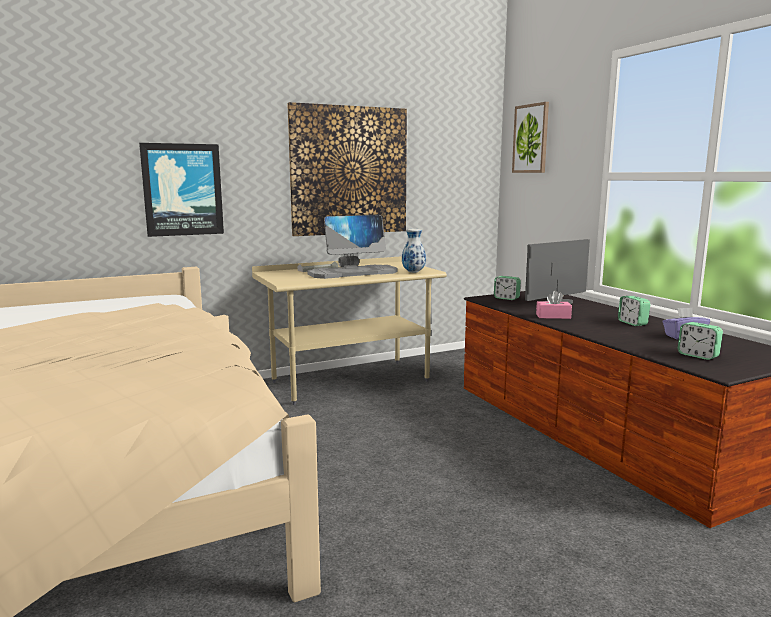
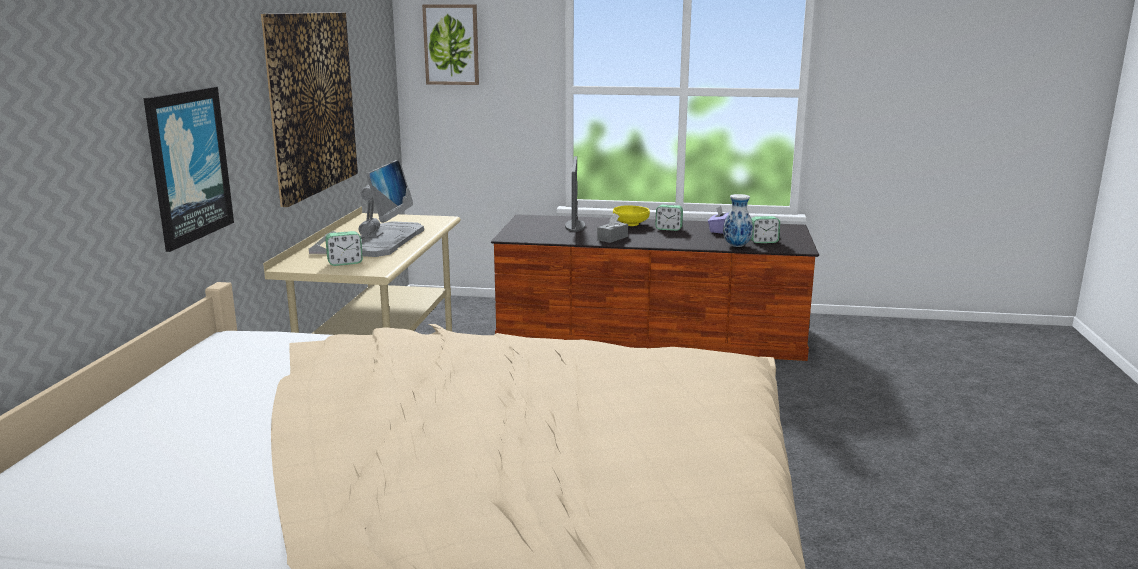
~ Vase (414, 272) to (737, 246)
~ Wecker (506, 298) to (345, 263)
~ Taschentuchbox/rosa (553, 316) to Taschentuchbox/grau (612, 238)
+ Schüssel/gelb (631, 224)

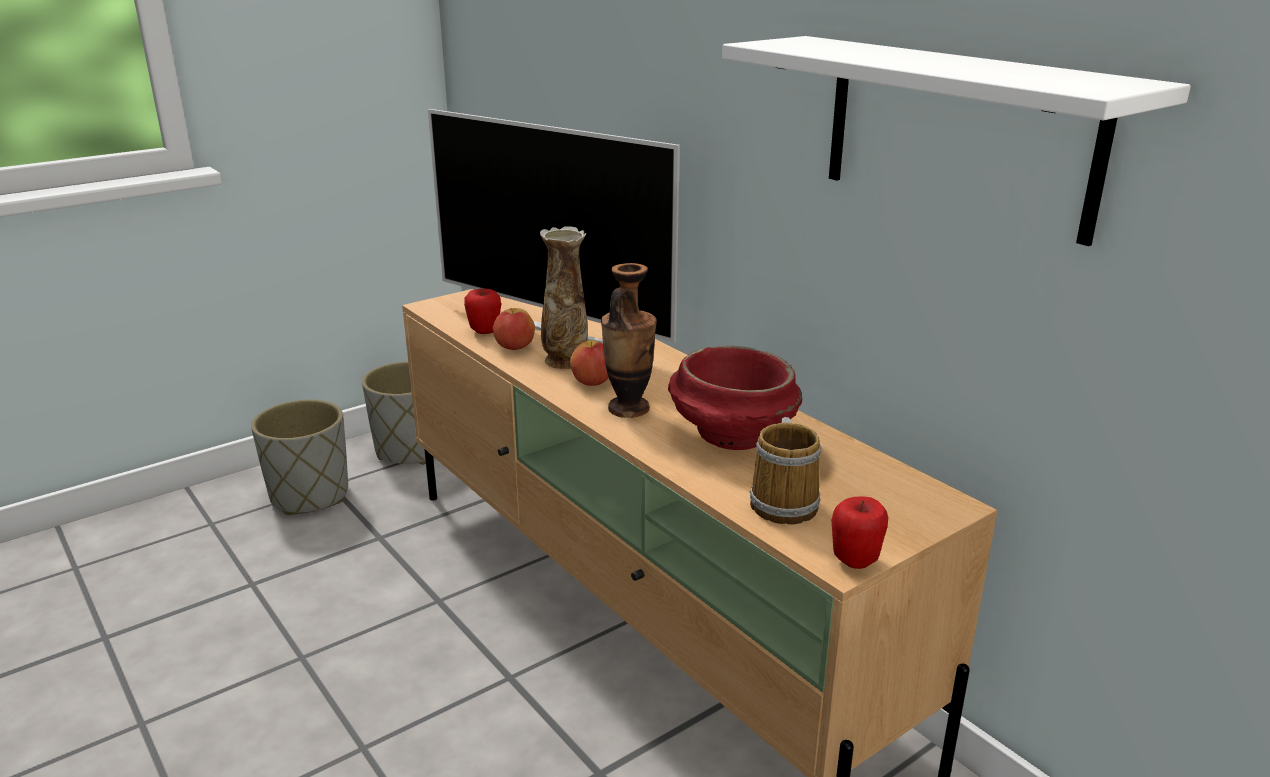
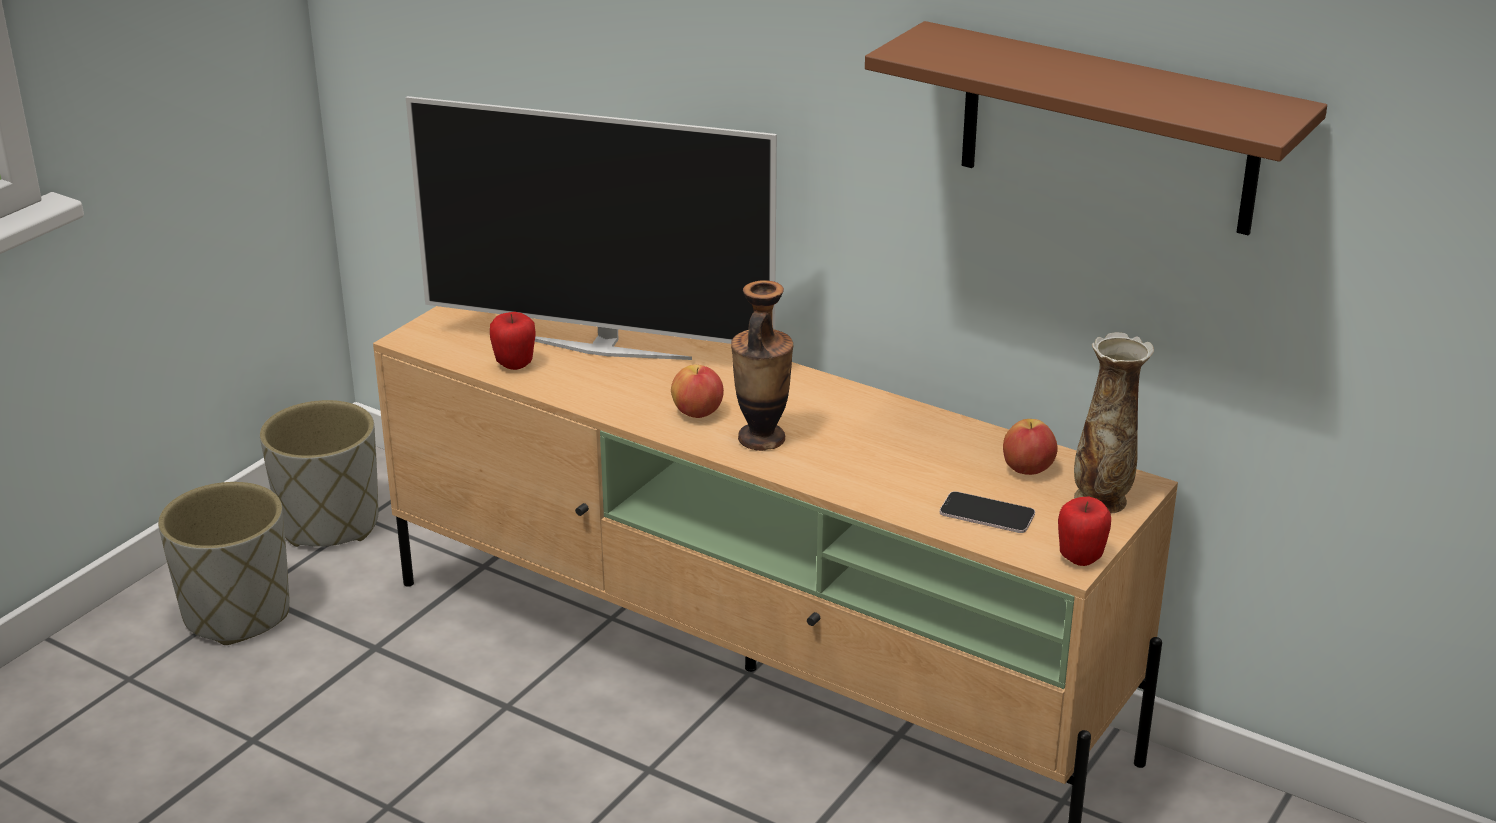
~ Wandregal/weiß (957, 134) to Wandregal/braun (1108, 130)
~ Vase (565, 361) to (1102, 500)
~ Apfel (515, 347) to (1027, 469)
- Schüssel/rot (731, 434)
~ Henkelbecher (786, 503) to Handy (987, 514)

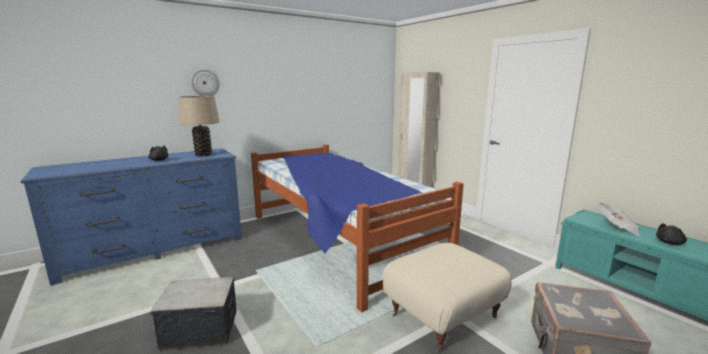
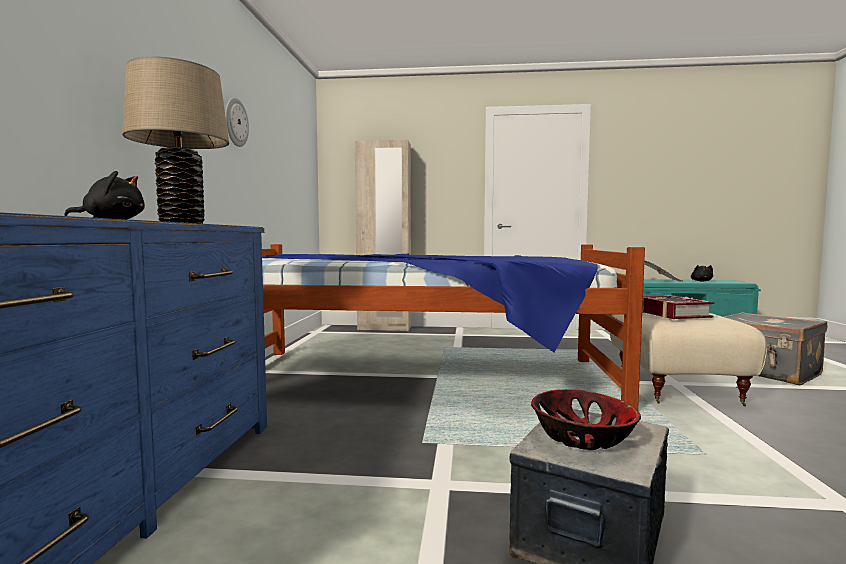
~ Wanduhr (205, 83) to (235, 122)
+ Buch (671, 314)
+ Schüssel (583, 437)

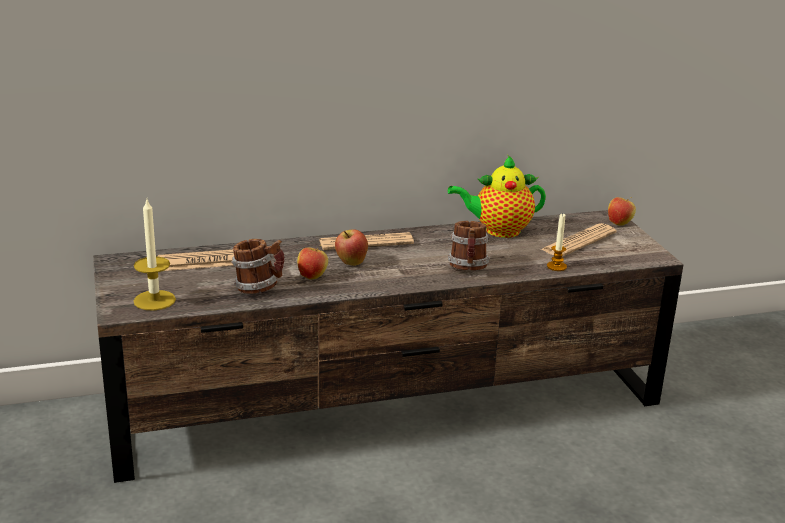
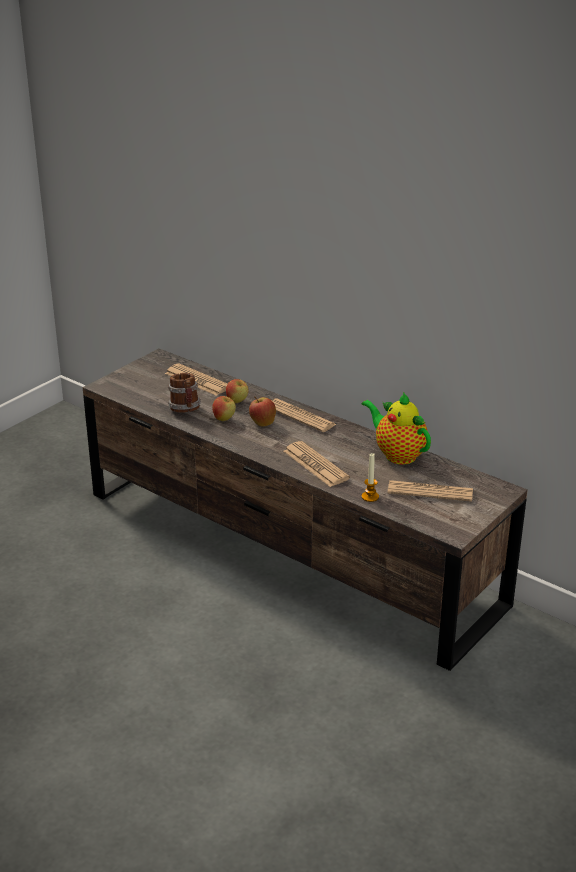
~ Apfel (619, 223) to (237, 402)
- Kerze (154, 300)
~ Henkelbecher (468, 268) to Zeitung (315, 465)

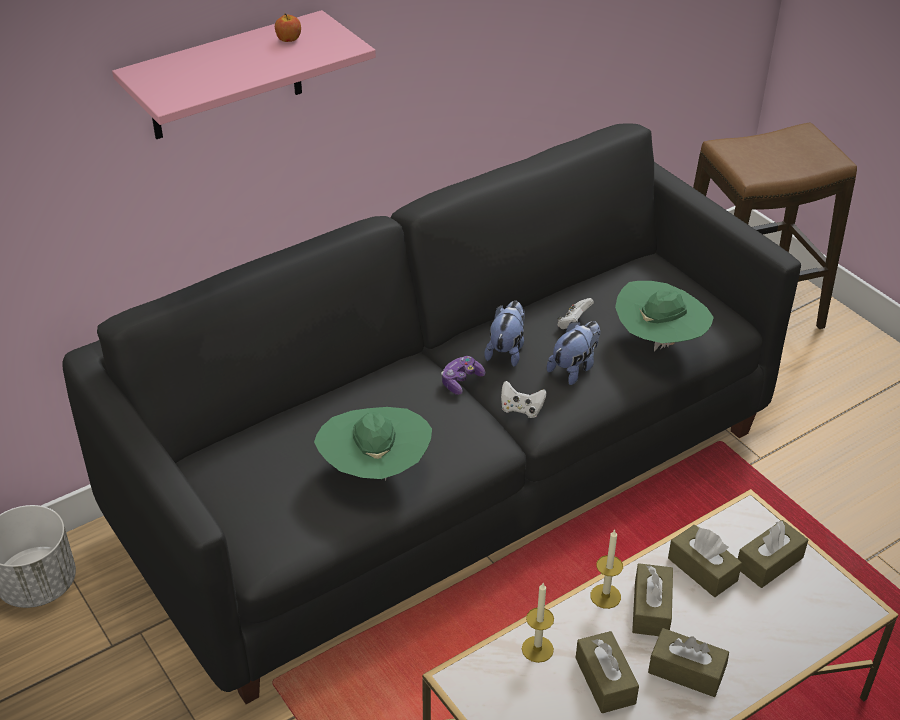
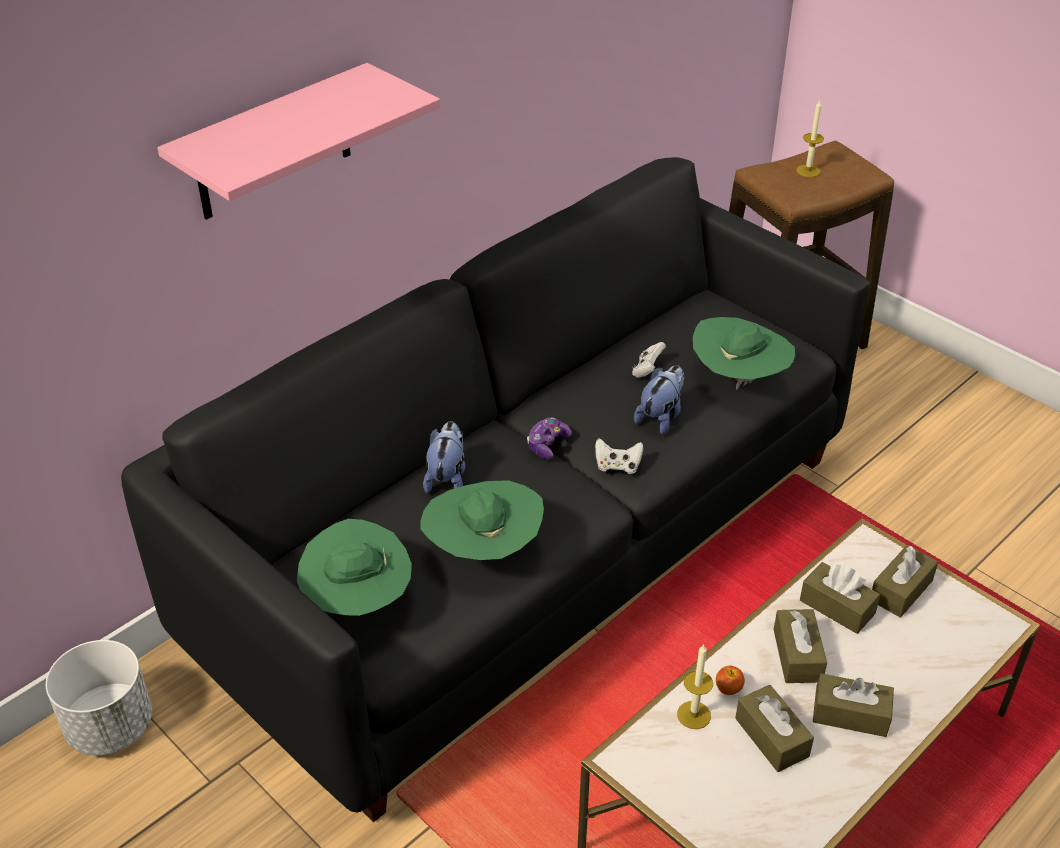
~ Apfel (288, 39) to (728, 688)
~ Plüschtier (507, 350) to (447, 478)
~ Kerze (605, 596) to (808, 171)
+ Hut/grün (358, 602)

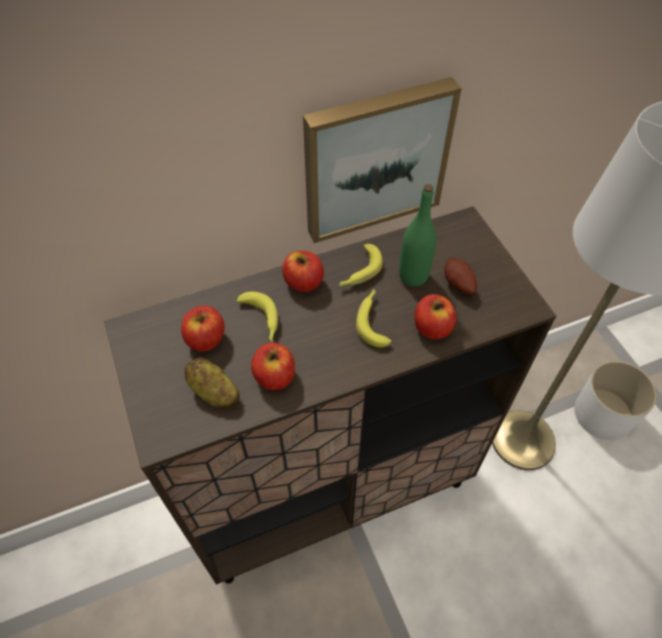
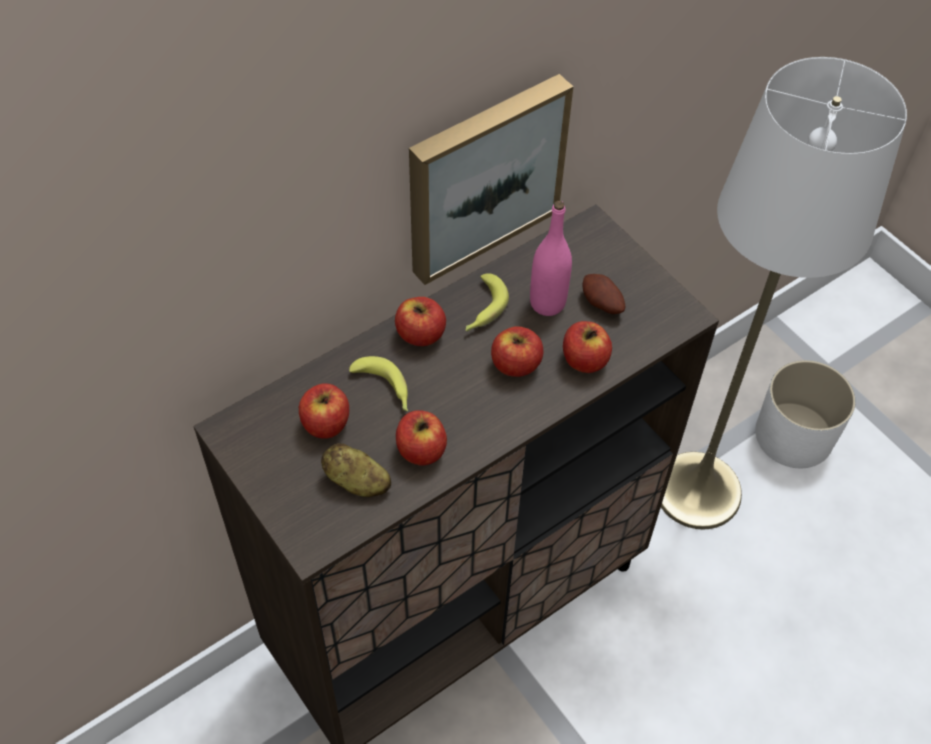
~ Flasche/grün (413, 276) to Flasche/rosa (547, 303)
~ Banane (373, 320) to Apfel (515, 364)

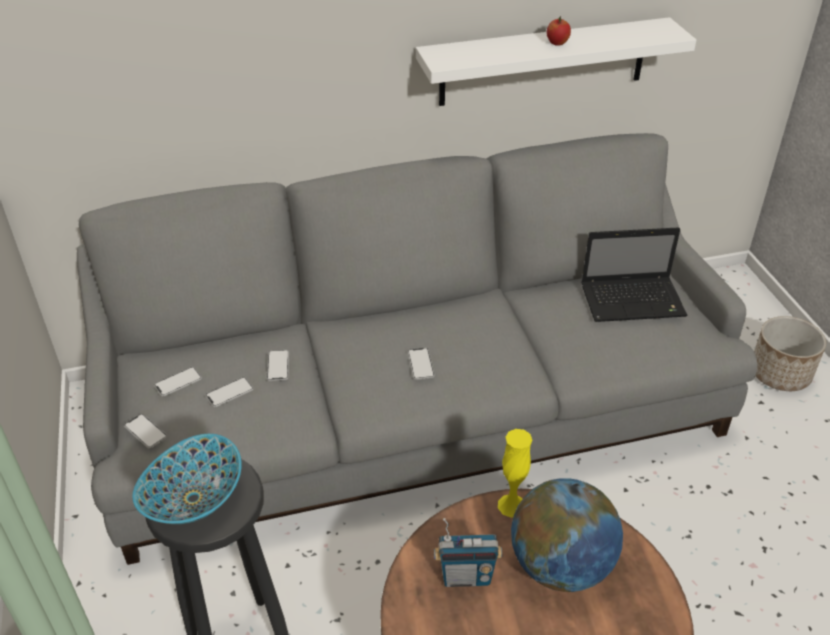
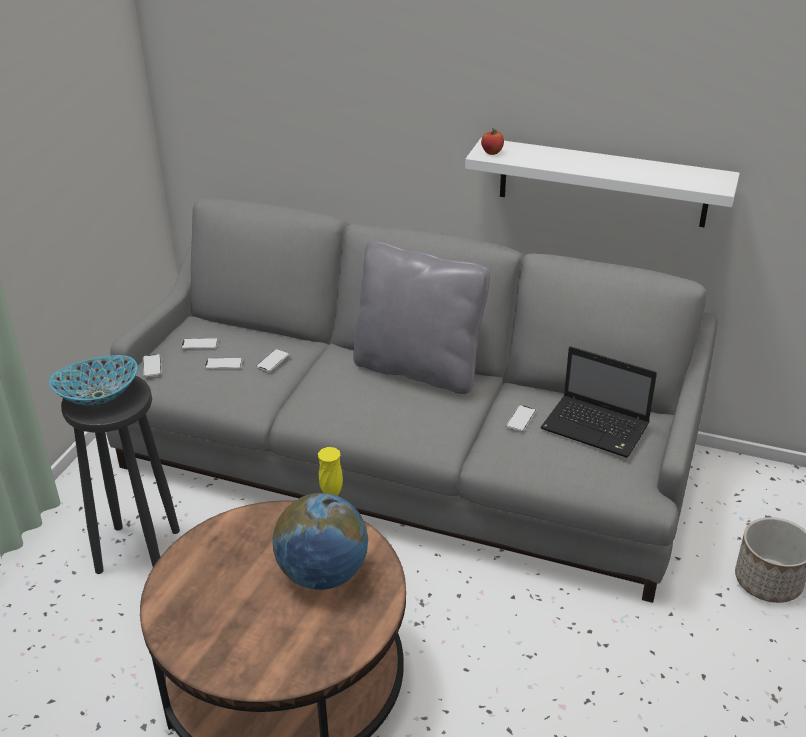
~ Apfel (557, 43) to (492, 152)
~ Handy (421, 364) to (521, 419)
- Radio (466, 576)
+ Kissen/grau (418, 369)

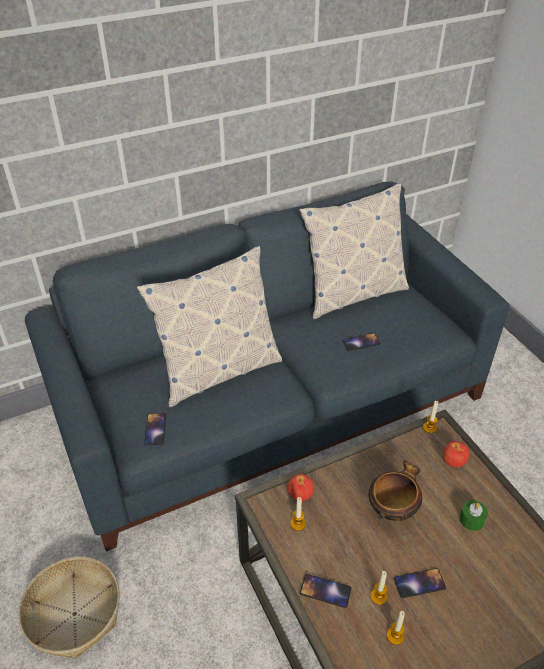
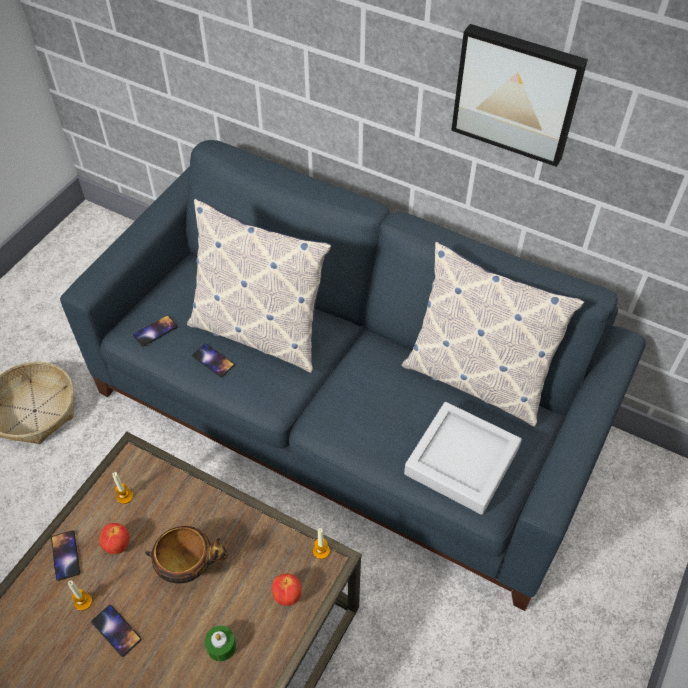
~ Handy (361, 342) to (213, 360)
~ Apfel (300, 496) to (117, 545)
- Kerze (395, 636)
+ Bild (517, 93)
+ Tablett/grau (461, 461)

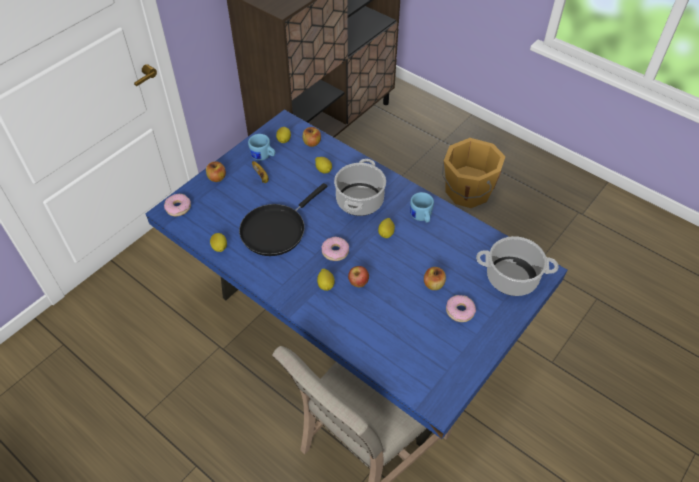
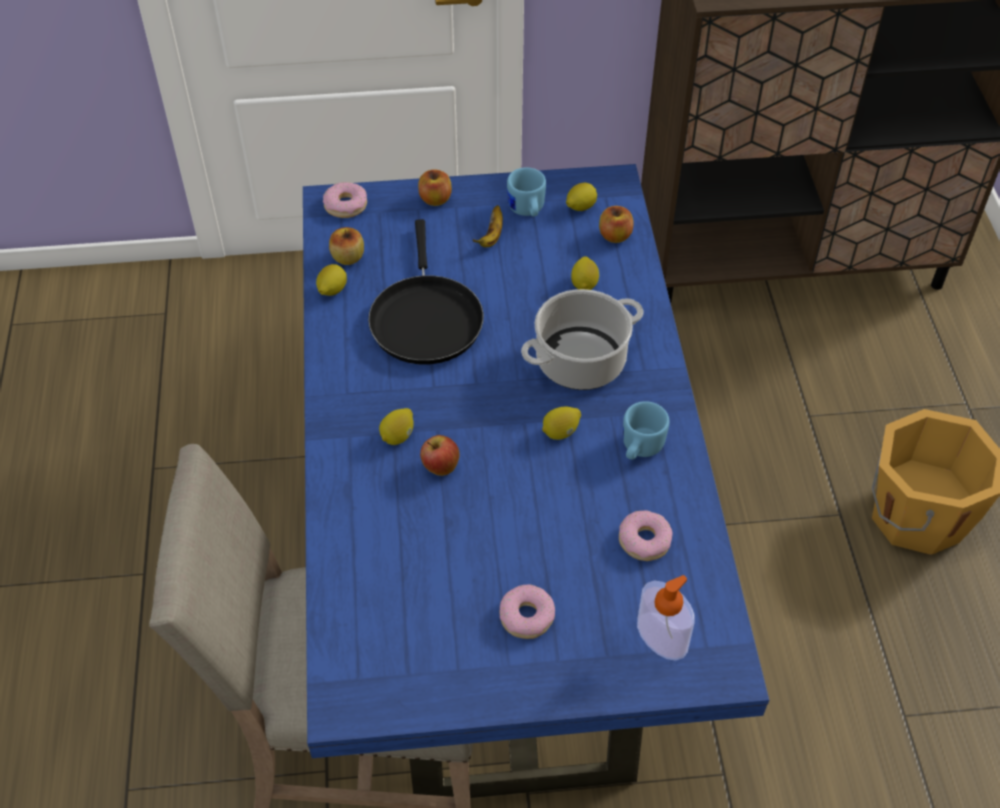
~ Pfanne/schwarz (276, 229) = (425, 318) 90 degrees counterclockwise
~ Kochtopf (511, 278) to Seifenspender (662, 636)
~ Donut (335, 251) to (644, 540)
~ Apfel (433, 284) to (348, 258)

